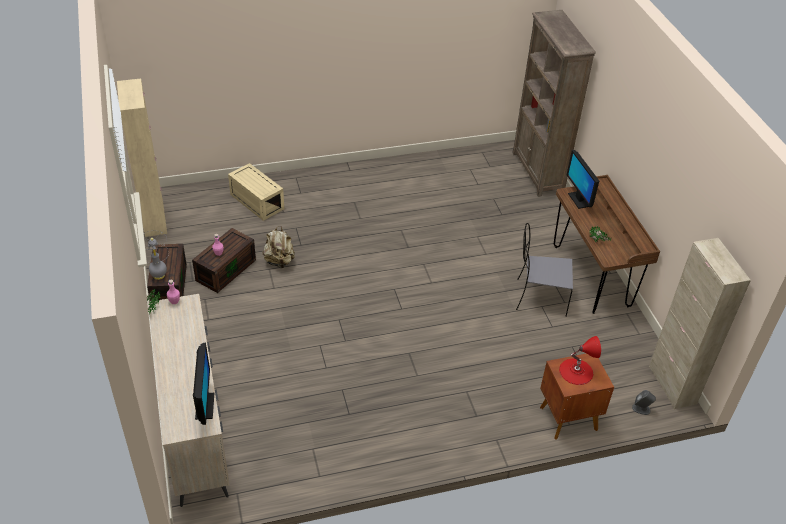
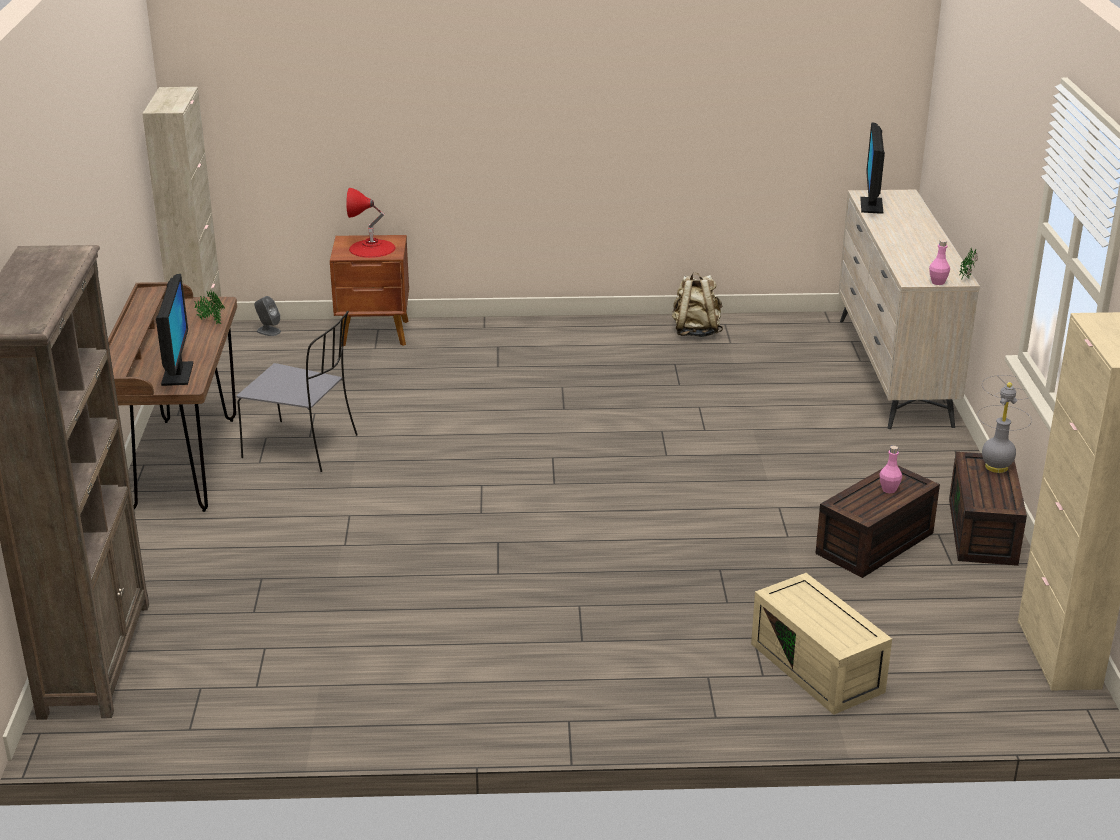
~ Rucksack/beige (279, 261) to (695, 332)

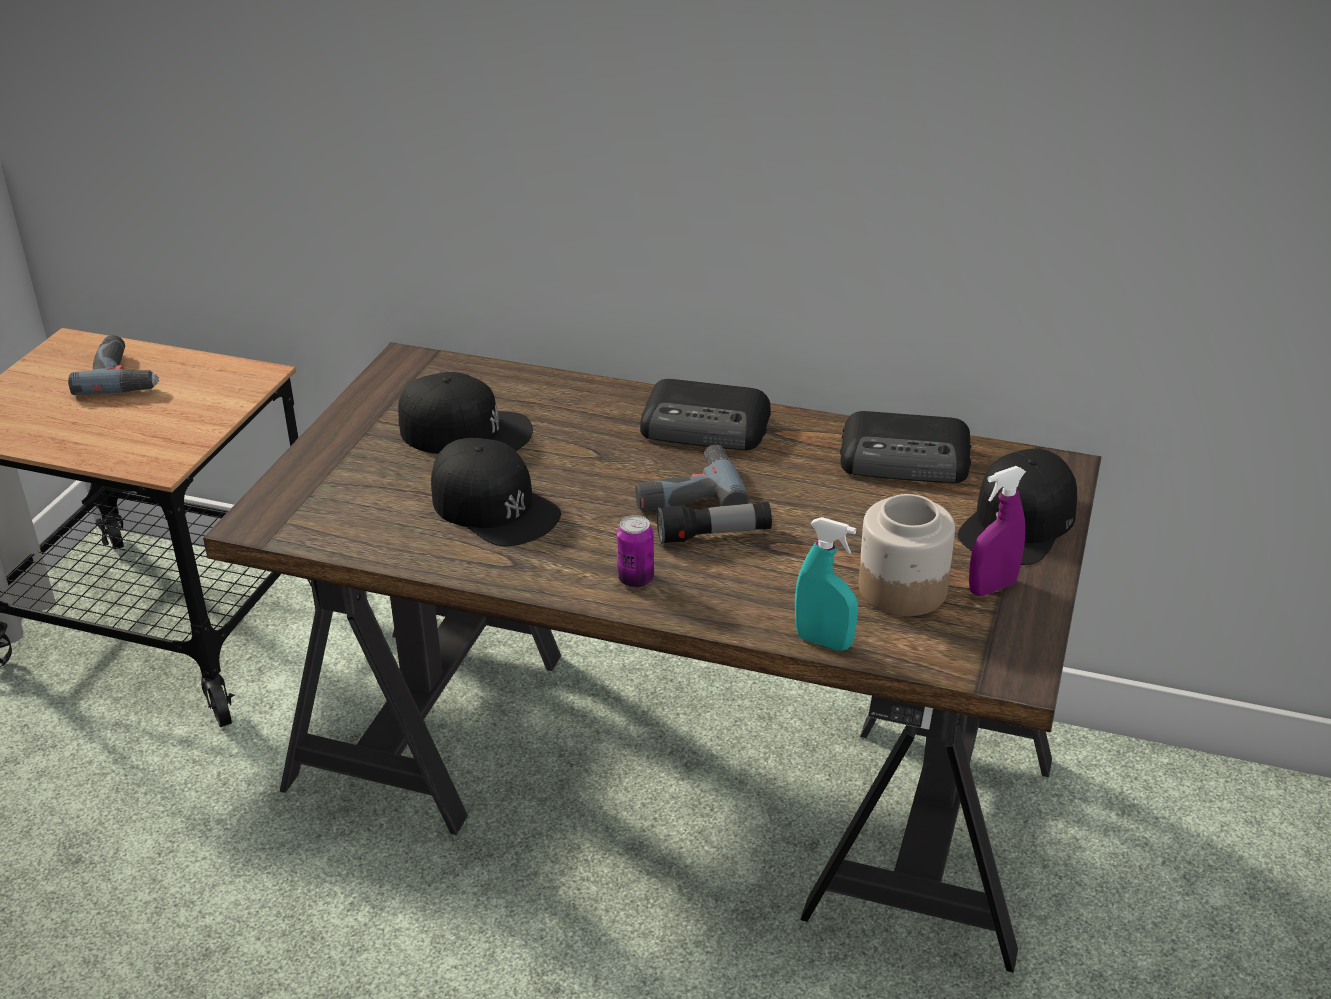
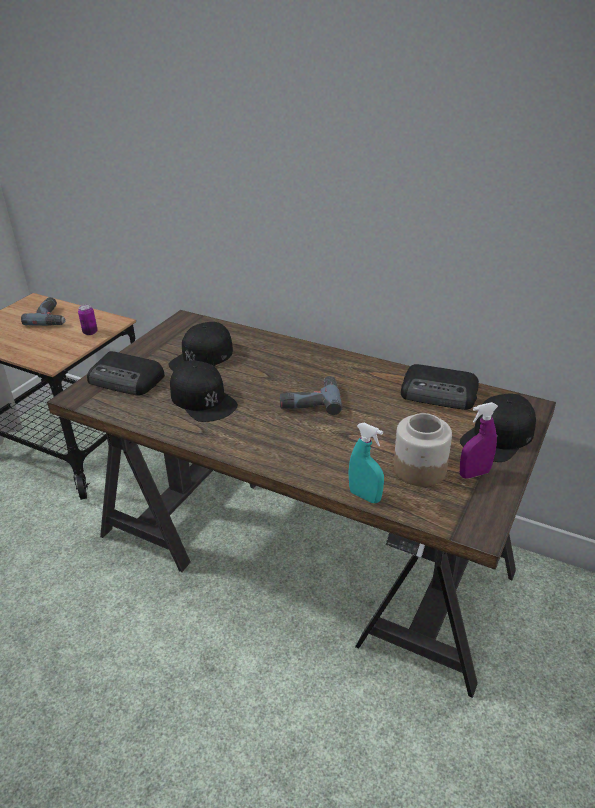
~ Kappe/schwarz (466, 431) = (202, 357) 105 degrees clockwise
~ Radio (706, 427) to (127, 380)
- Taschenlampe (714, 535)
~ Dose (636, 579) to (90, 332)

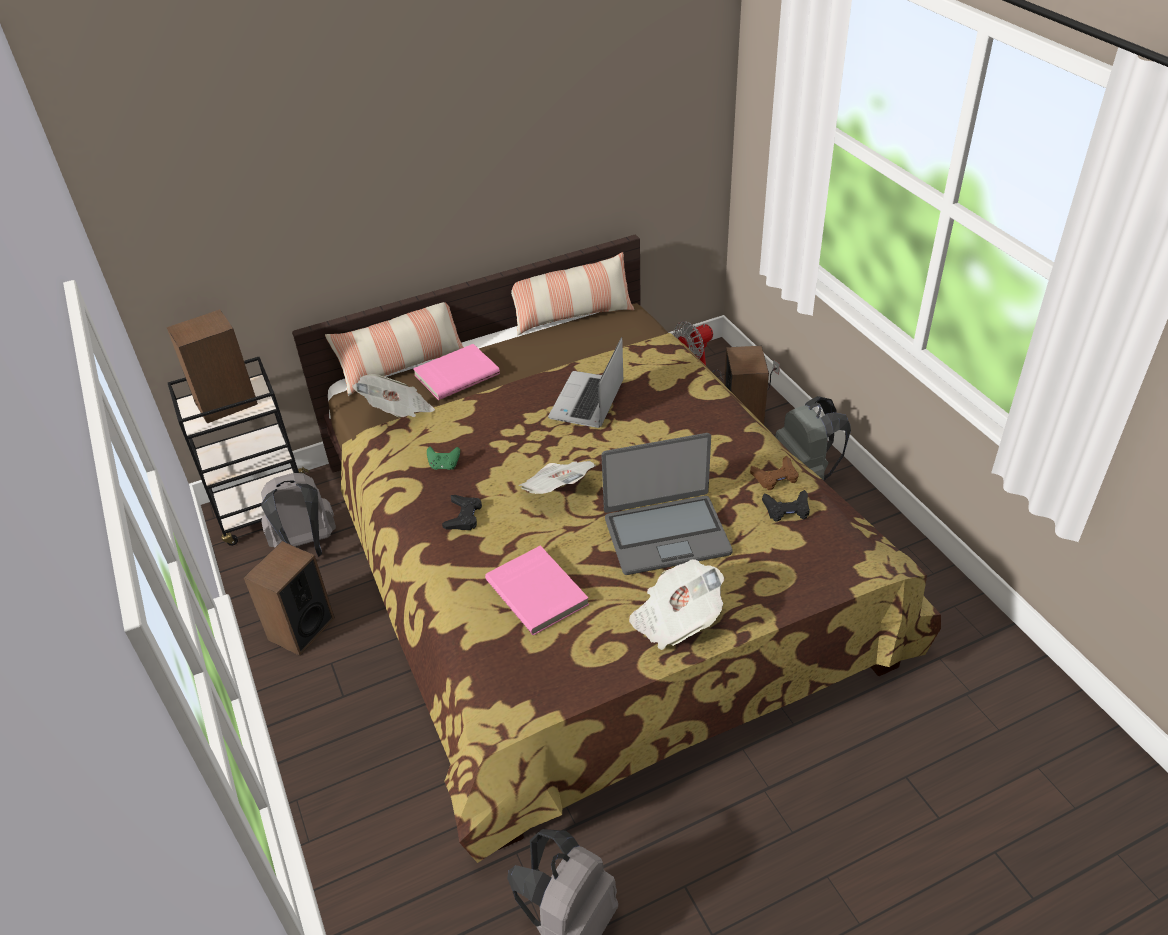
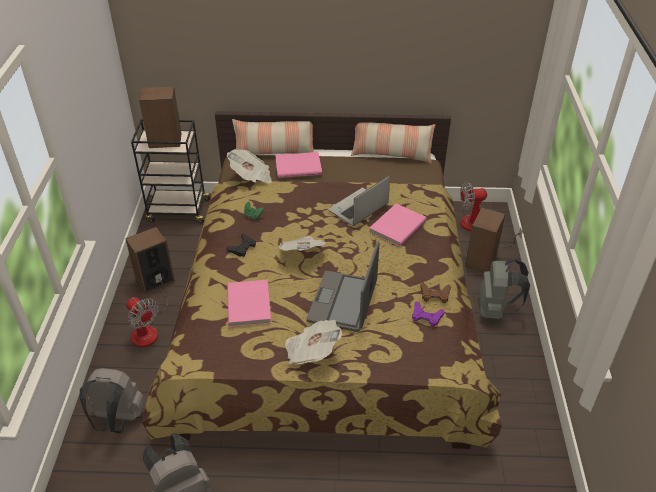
~ Laptop (666, 534) = (343, 302) 90 degrees clockwise
~ Rucksack/grau (306, 547) to (117, 419)
~ Gamepad/schwarz (787, 509) to Gamepad/lila (426, 317)
+ Buch/rosa (396, 226)
+ Ventilator (148, 329)

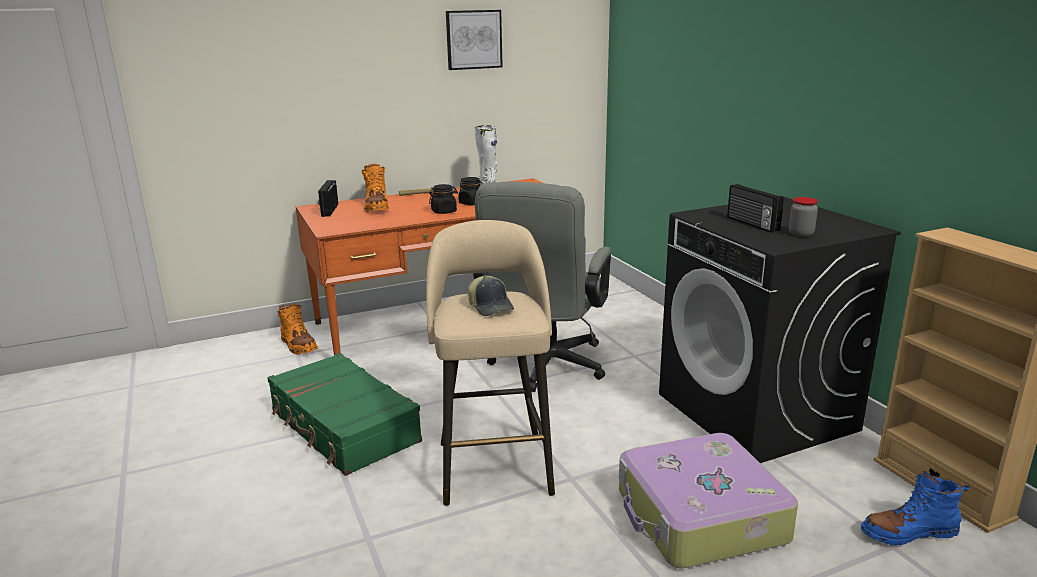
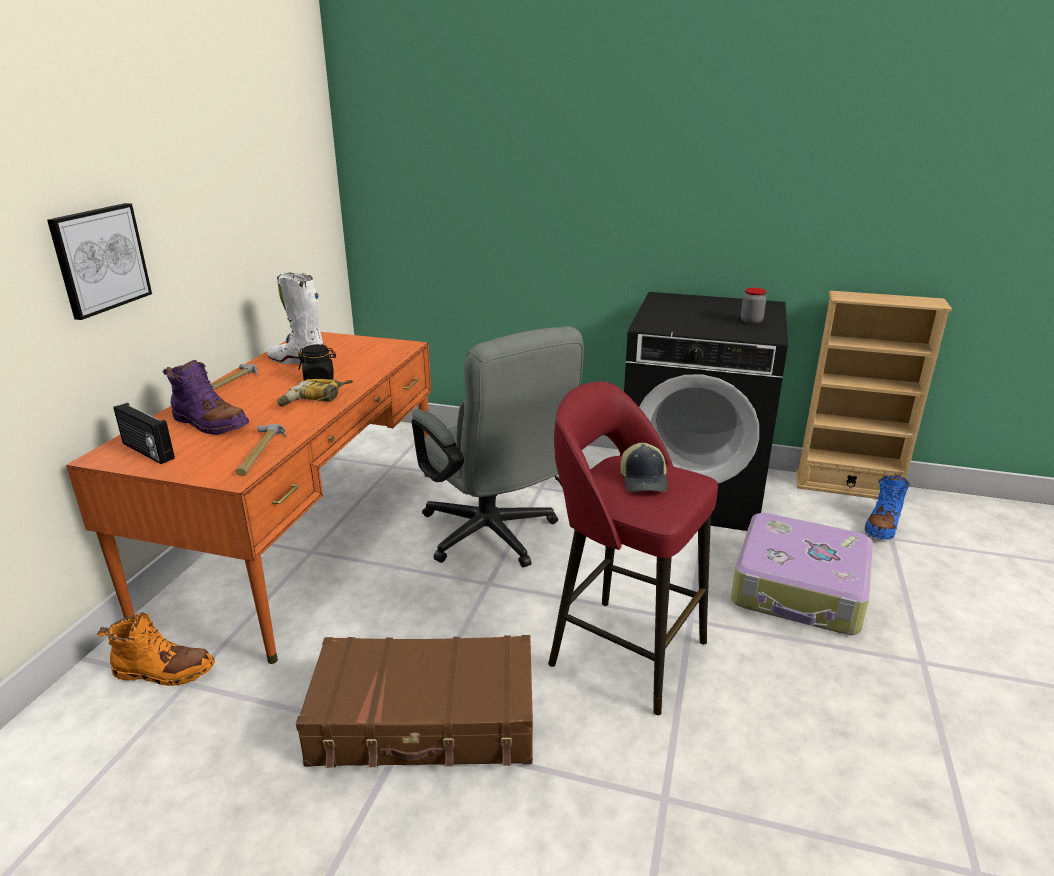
~ Bild (473, 39) to (100, 259)
~ Stiefel/orange (376, 207) to Stiefel/lila (210, 424)
~ Vorratsglas/schwarz (444, 211) to Bohrmaschine (315, 400)
- Radio (751, 224)
~ Hocker/beige (494, 465) to Hocker/rot (624, 651)
~ Kappe (491, 307) = (644, 480) 75 degrees clockwise
~ Koffer/grün (343, 427) to Koffer/braun (425, 720)
+ Hammer (259, 452)

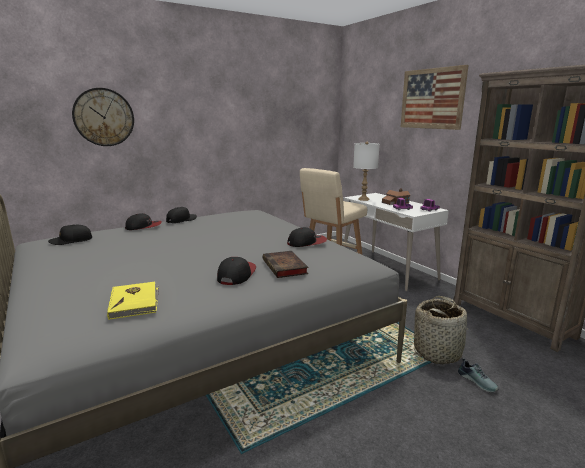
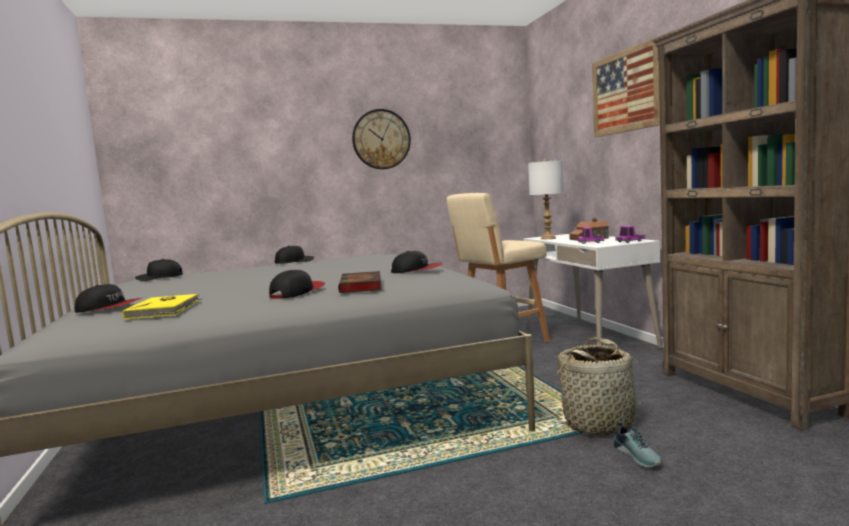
~ Wanduhr (103, 117) to (381, 139)
~ Kappe (144, 226) to (109, 308)

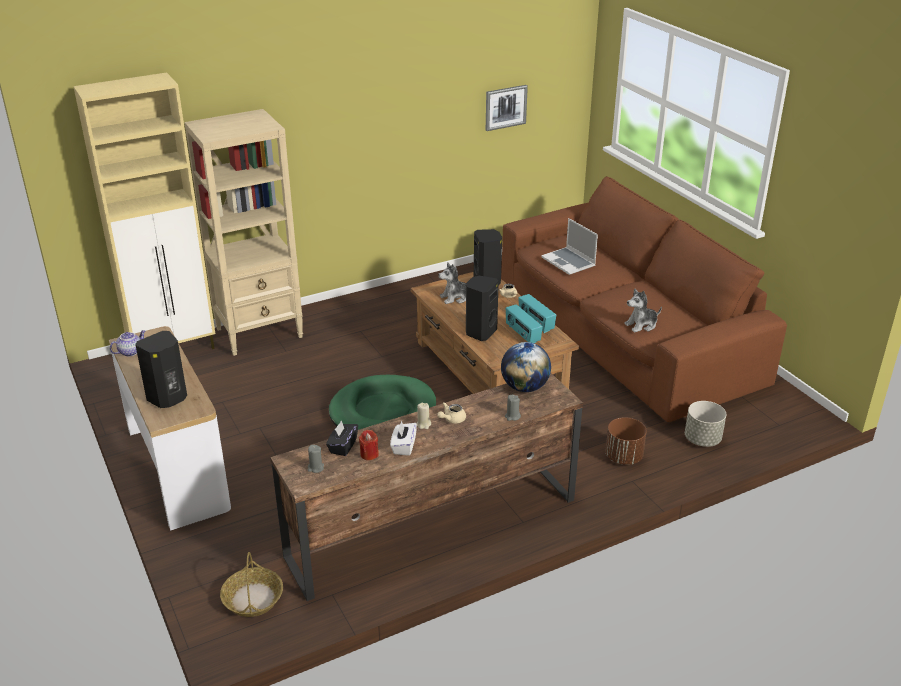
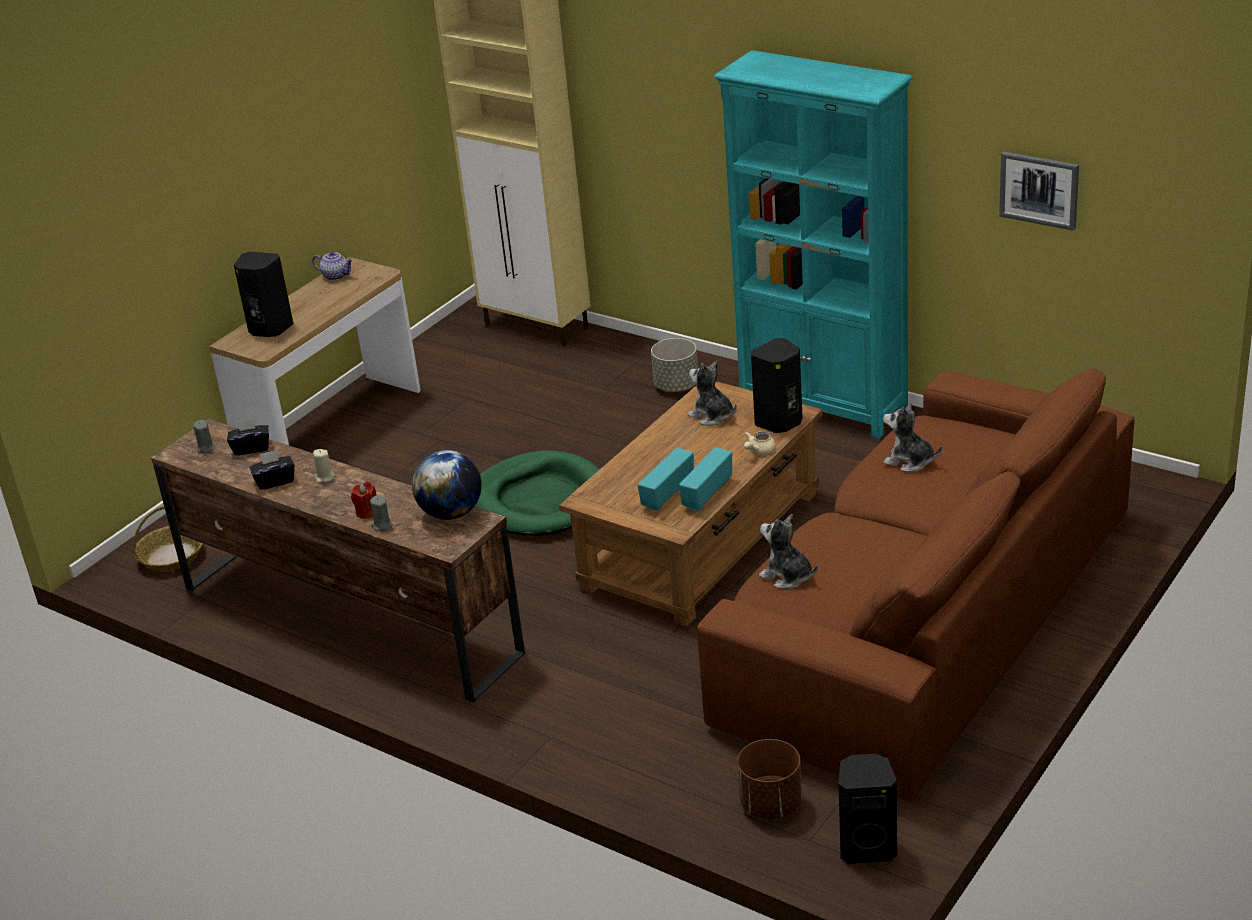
- Bücherregal/beige (260, 333)
~ Laptop (569, 262) to Plüschtier (909, 461)
~ Lautsprecher/schwarz (480, 332) to (867, 847)
~ Pflanzkübel/grau (702, 439) to (676, 386)
- Teekanne/beige (451, 419)
~ Pflanzkübel/braun (624, 457) to (770, 804)
~ Taschentuchbox/weiß (403, 446) to Taschentuchbox/schwarz (275, 481)
~ Kerze/rot (369, 454) to (367, 512)
+ Bücherregal/türkis (823, 405)

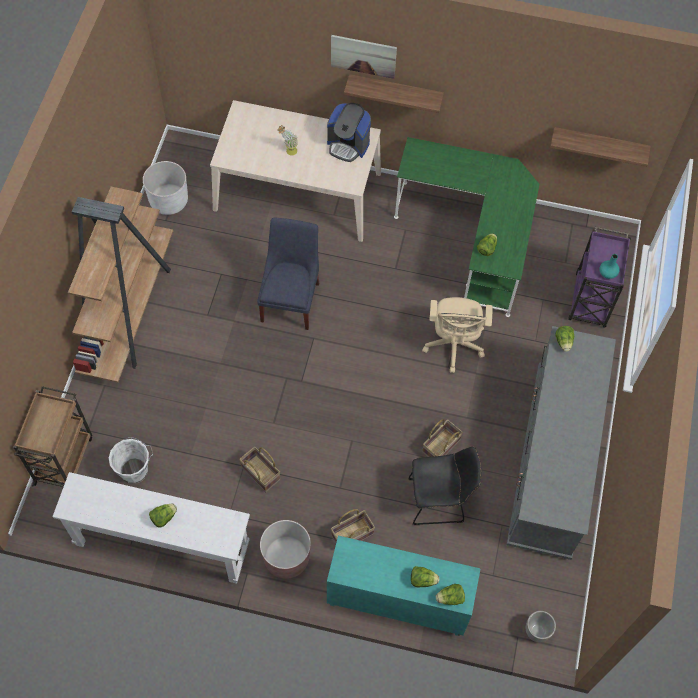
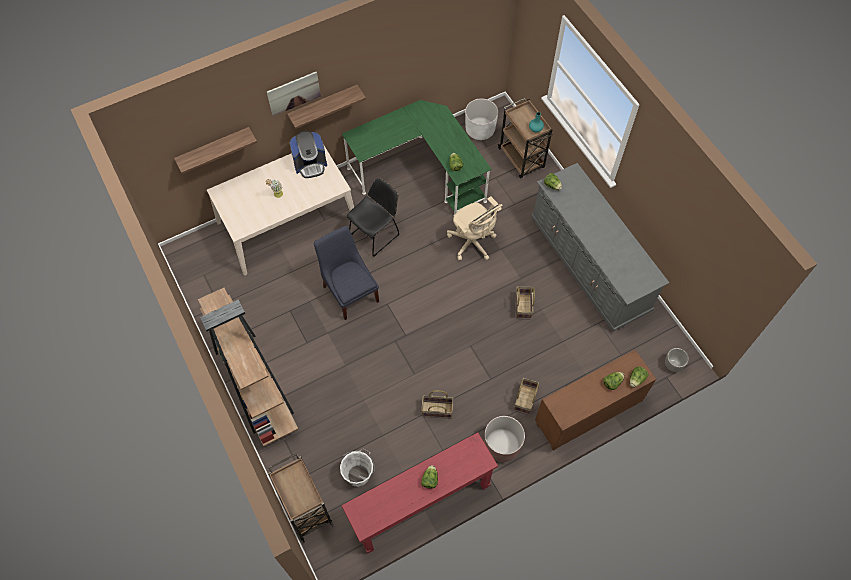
~ Wandregal (599, 143) to (214, 148)
~ Pflanzkübel/weiß (169, 201) to (480, 130)
~ Rollwagen/lila (590, 302) to Rollwagen/braun (521, 159)
~ Stuhl/schwarz (439, 500) to (376, 233)
~ Konsolentisch/weiß (162, 543) to Konsolentisch/rot (420, 503)
~ Schrank/türkis (397, 602) to Schrank/braun (586, 415)

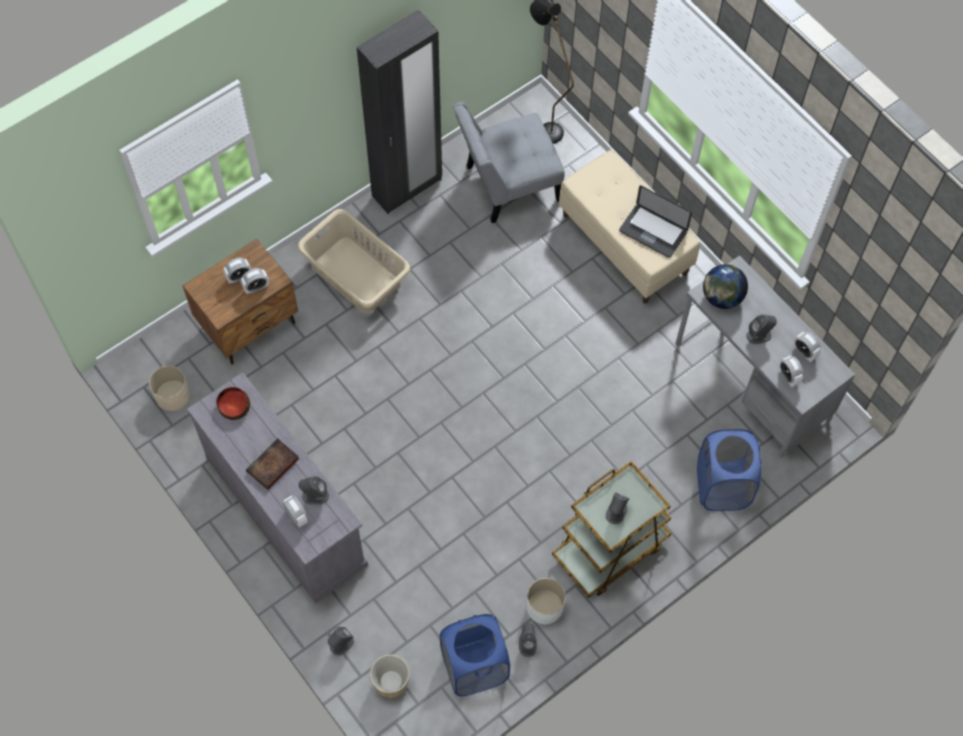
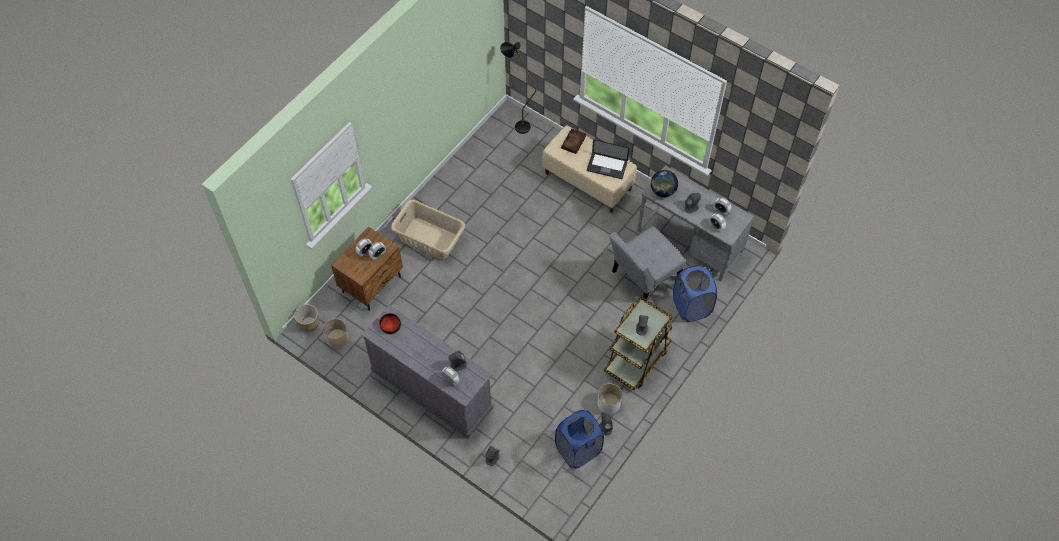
- Kleiderschrank/schwarz (407, 188)
~ Stuhl/grau (507, 185) to (642, 277)
~ Buch (272, 466) to (573, 143)
~ Pflanzkübel (391, 681) to (309, 323)

